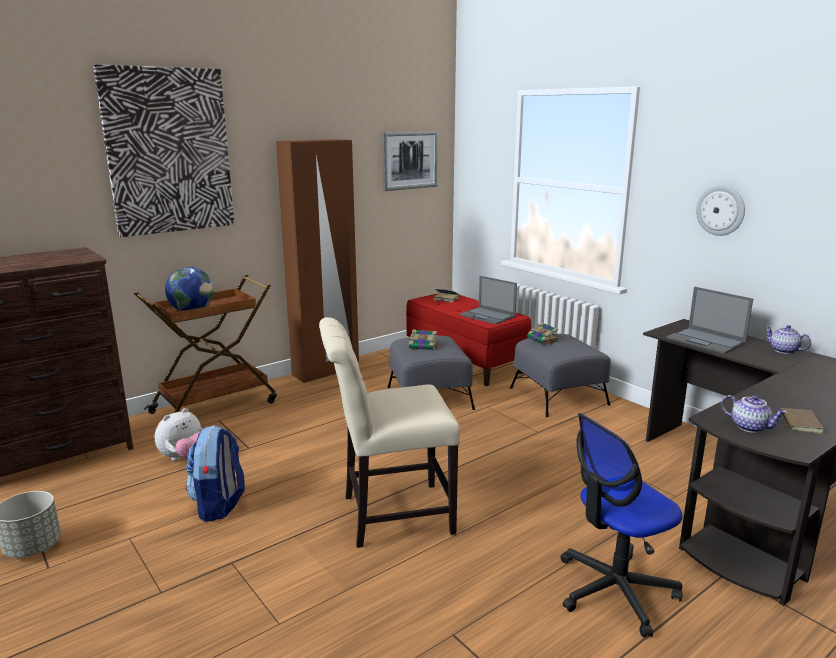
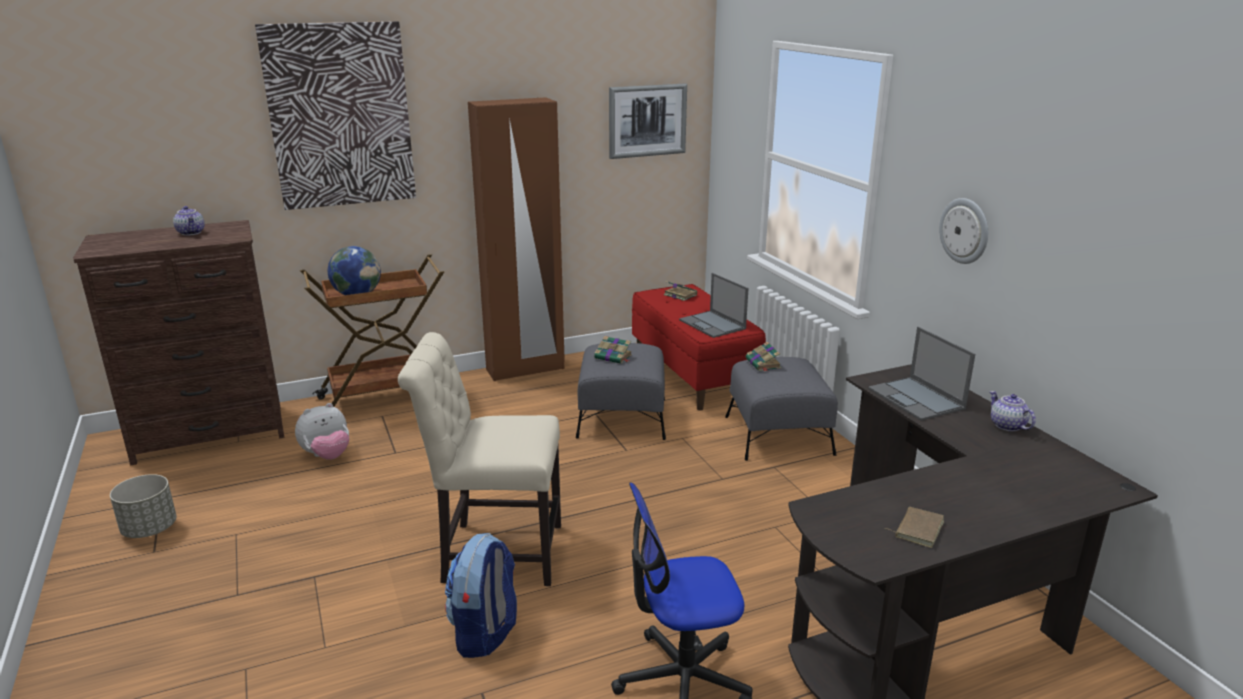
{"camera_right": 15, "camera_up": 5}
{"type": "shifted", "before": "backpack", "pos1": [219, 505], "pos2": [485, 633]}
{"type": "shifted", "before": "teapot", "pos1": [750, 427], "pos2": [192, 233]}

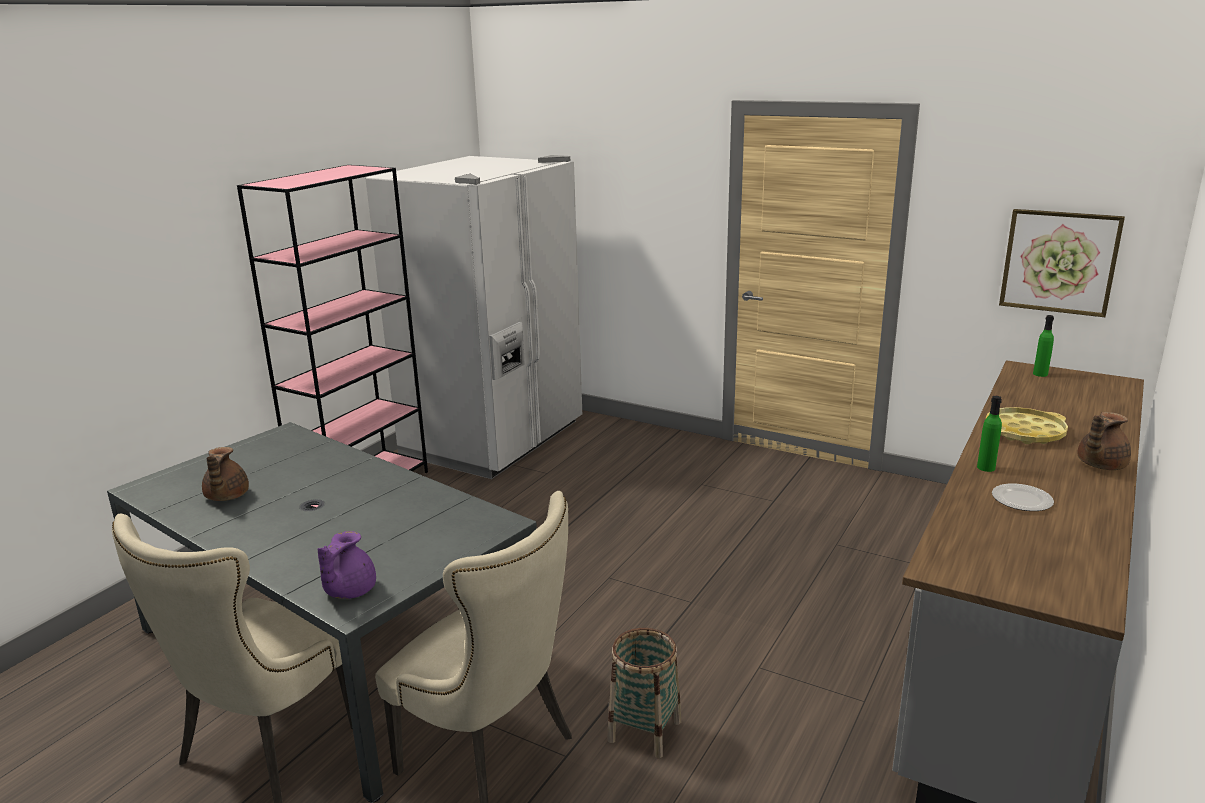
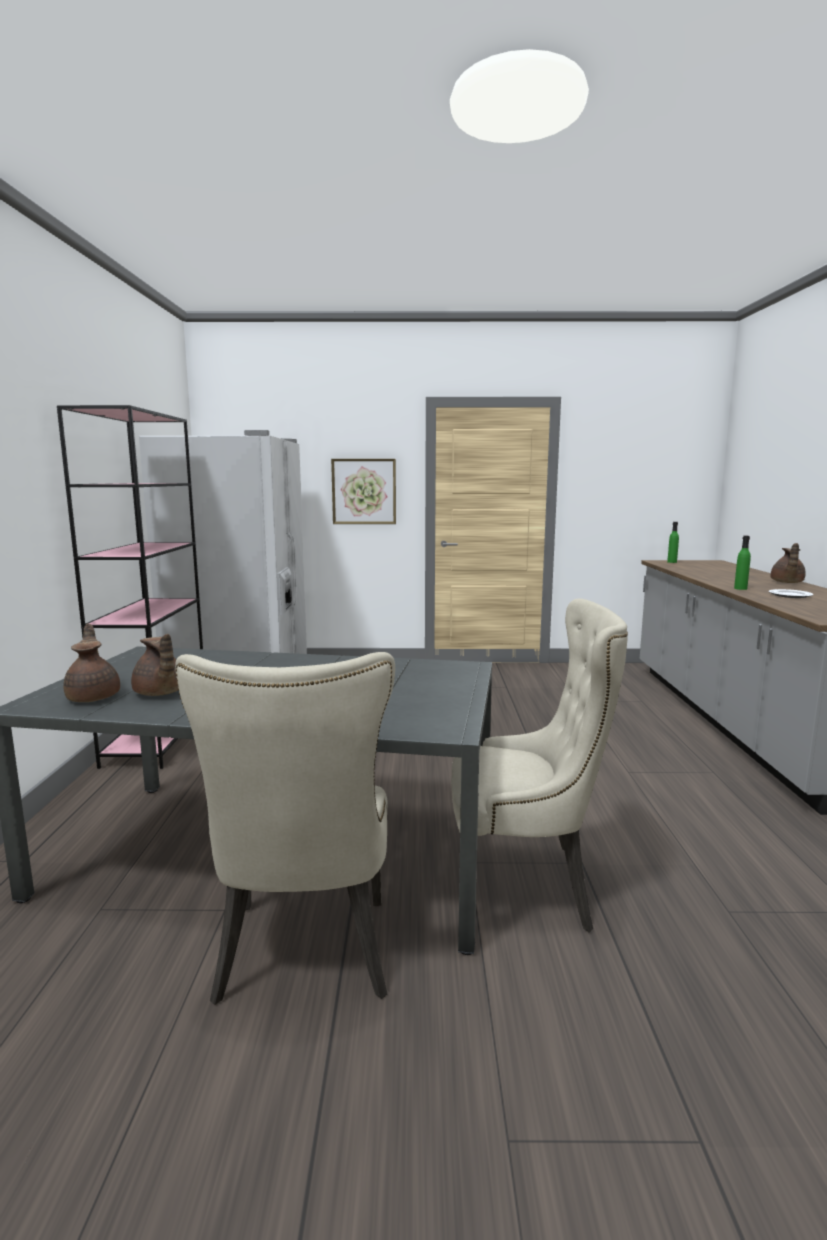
{"camera_right": -30, "camera_up": -10}
{"type": "gone", "before": "purple_teapot", "pos1": [348, 591]}
{"type": "gone", "before": "basket", "pos1": [644, 731]}
{"type": "gone", "before": "yellow_tray", "pos1": [1024, 432]}
{"type": "new", "after": "brown_teapot", "pos2": [94, 697]}
{"type": "shifted", "before": "picture", "pos1": [1059, 262], "pos2": [364, 491]}

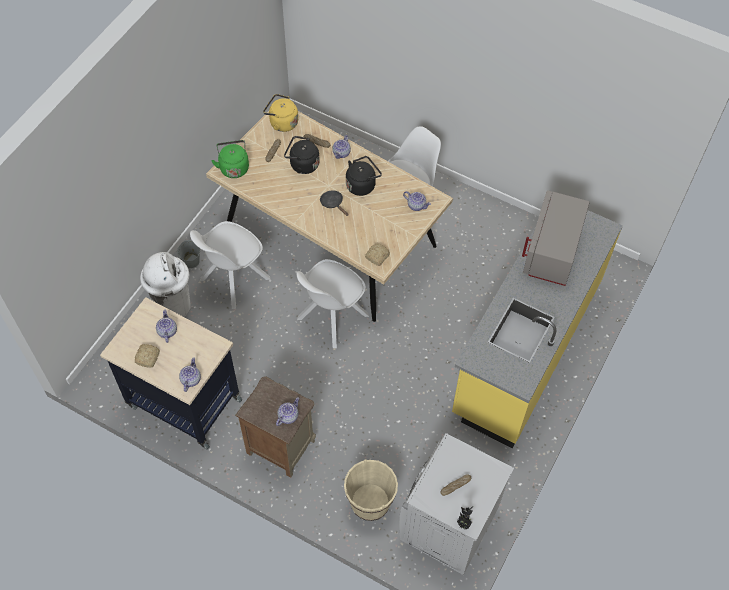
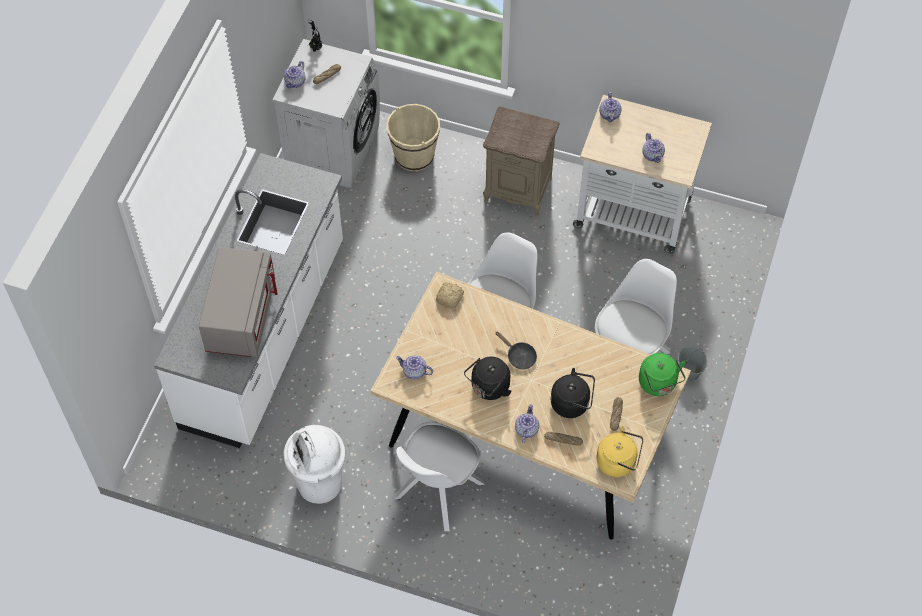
{"camera_right": 170, "camera_up": 0}
{"type": "gone", "before": "bread", "pos1": [148, 357]}
{"type": "shifted", "before": "white_trash_can", "pos1": [173, 306], "pos2": [320, 485]}
{"type": "shifted", "before": "teapot", "pos1": [288, 416], "pos2": [295, 82]}
{"type": "repainted", "before": "blue_cart", "after": "white_cart", "pos1": [184, 403], "pos2": [633, 214]}
{"type": "repainted", "before": "yellow_counter", "after": "white_counter", "pos1": [525, 348], "pos2": [265, 335]}

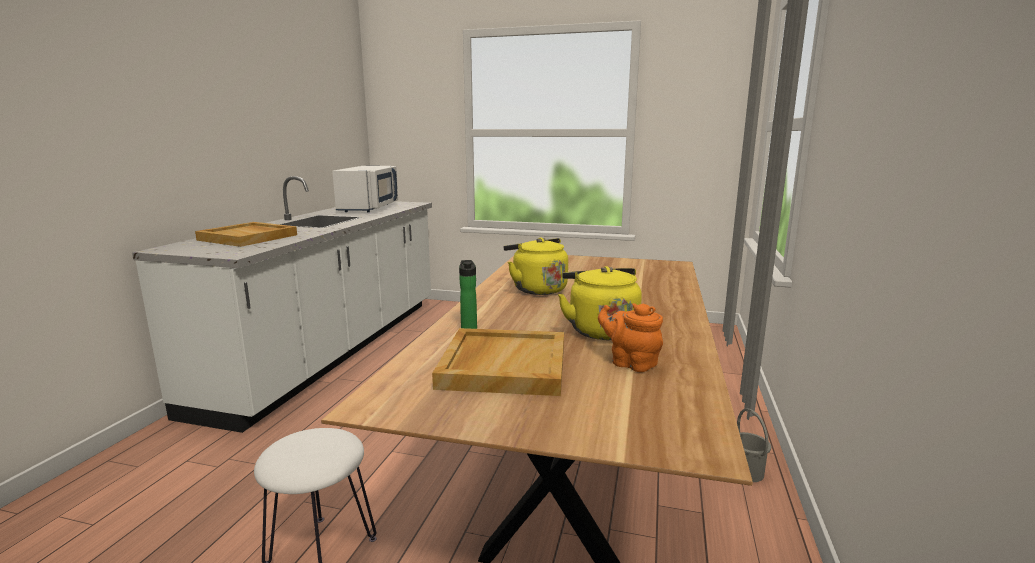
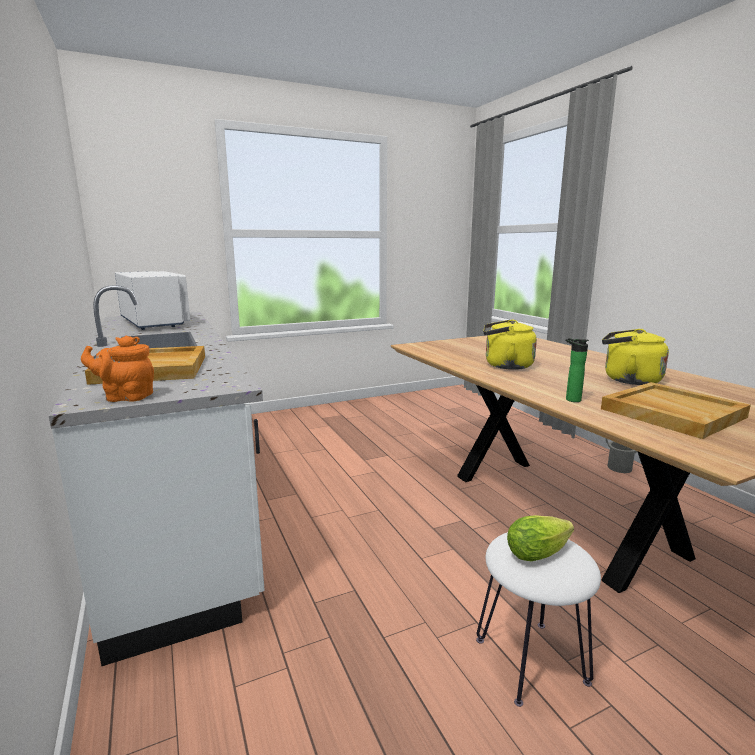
{"camera_right": -40, "camera_up": 0}
{"type": "new", "after": "lettuce", "pos2": [541, 551]}
{"type": "shifted", "before": "orange_teapot", "pos1": [630, 363], "pos2": [126, 397]}

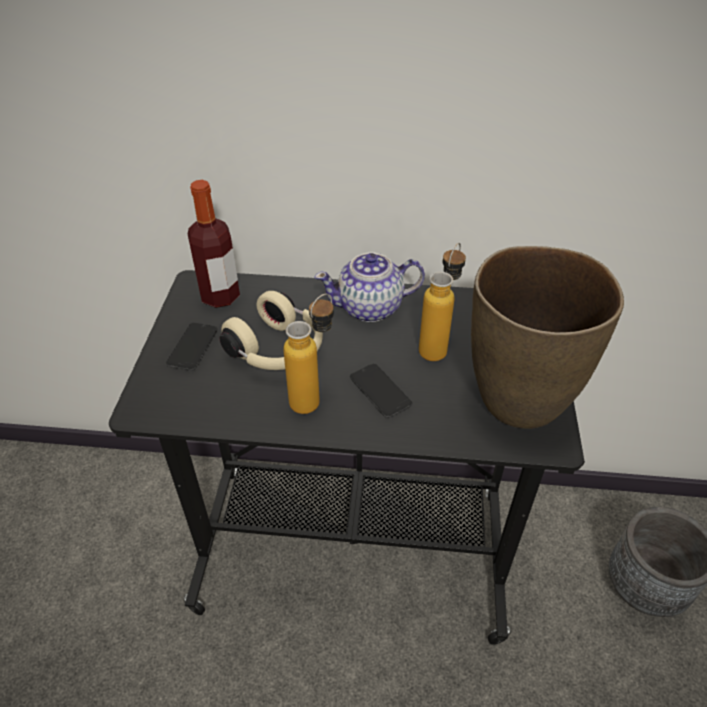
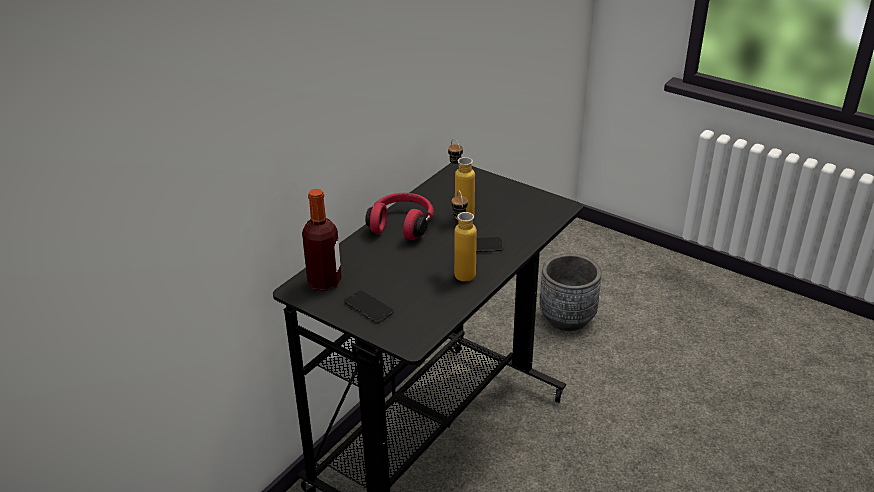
{"camera_right": -60, "camera_up": -10}
{"type": "gone", "before": "beige_headphones", "pos1": [278, 350]}
{"type": "gone", "before": "brown_vase", "pos1": [518, 399]}
{"type": "swapped", "before": "teapot", "after": "red_headphones", "pos1": [371, 308], "pos2": [402, 225]}

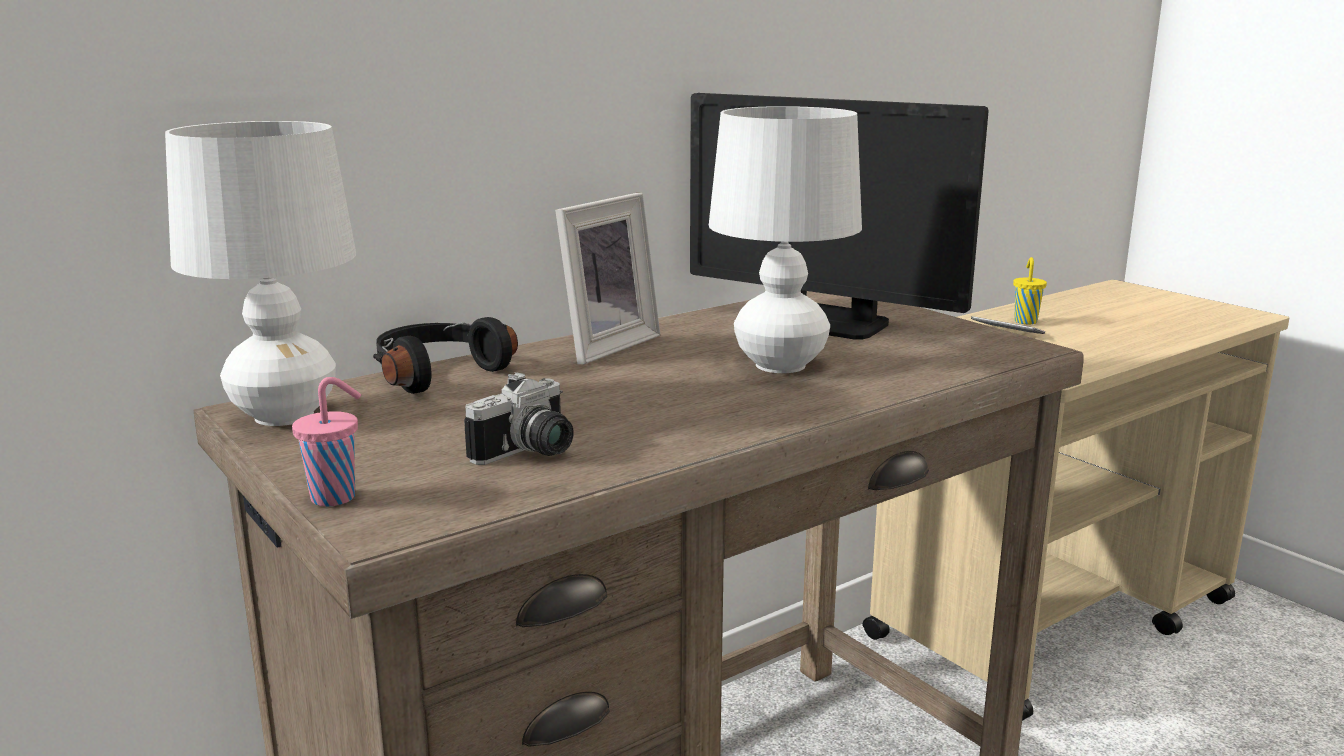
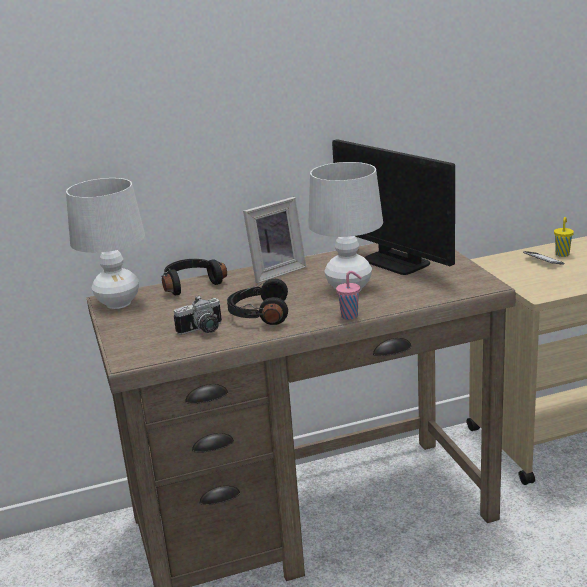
{"camera_right": 20, "camera_up": 5}
{"type": "new", "after": "black_headphones", "pos2": [259, 314]}
{"type": "shifted", "before": "pink_cup", "pos1": [336, 497], "pos2": [350, 316]}

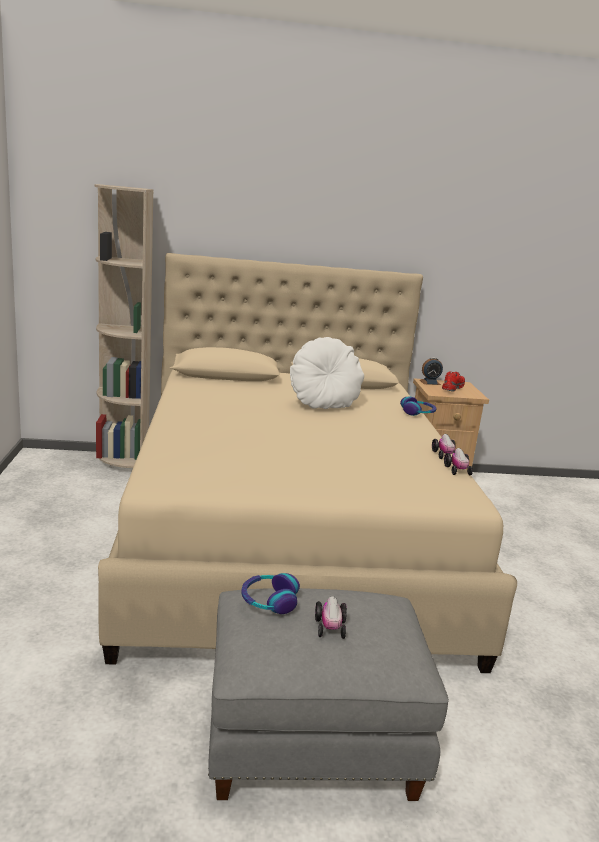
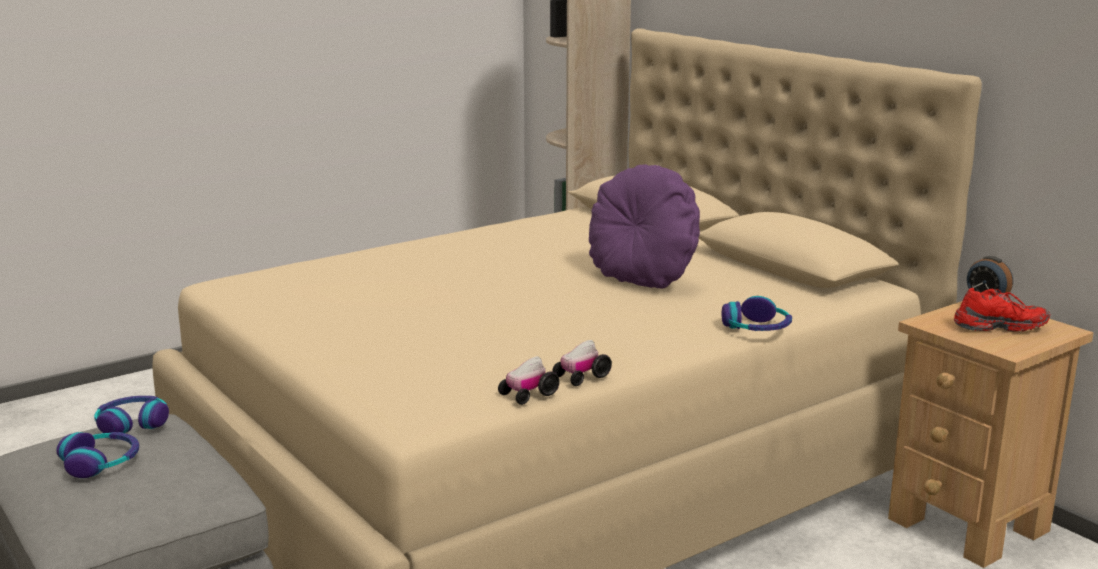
{"camera_right": 60, "camera_up": 0}
{"type": "swapped", "before": "toy_car", "after": "headphones", "pos1": [330, 627], "pos2": [101, 463]}
{"type": "repainted", "before": "white_pillow", "after": "purple_pillow", "pos1": [323, 406], "pos2": [642, 280]}

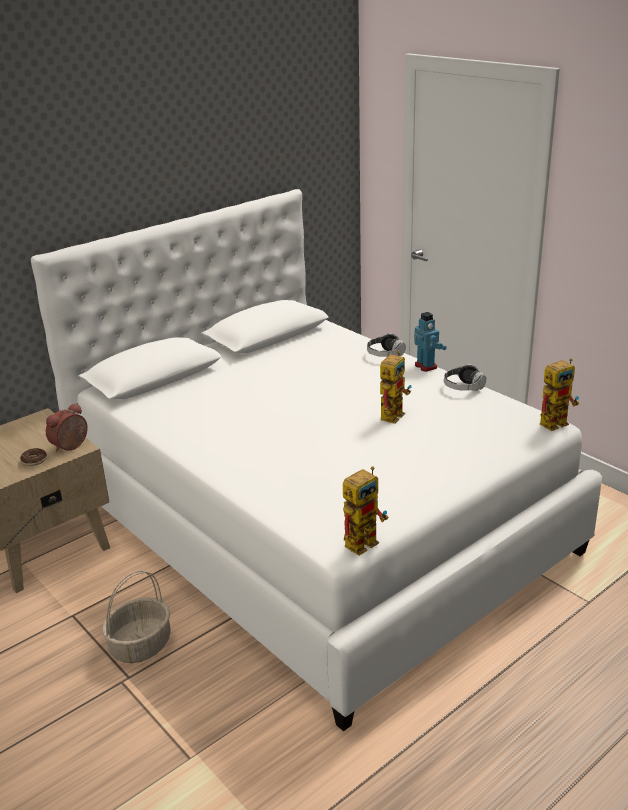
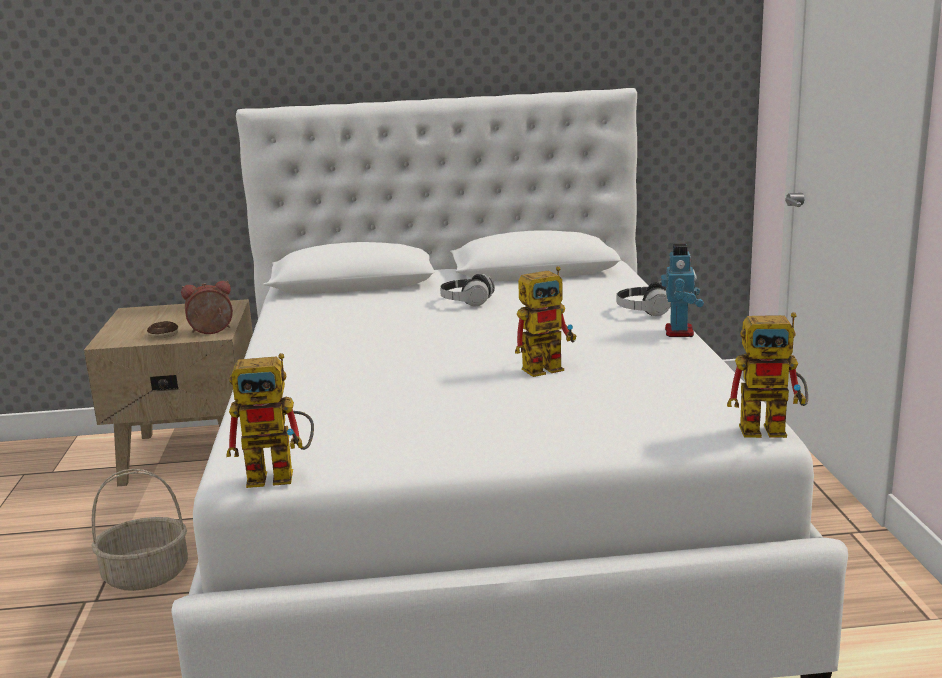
{"camera_right": 35, "camera_up": -10}
{"type": "shifted", "before": "headphones", "pos1": [463, 388], "pos2": [467, 302]}

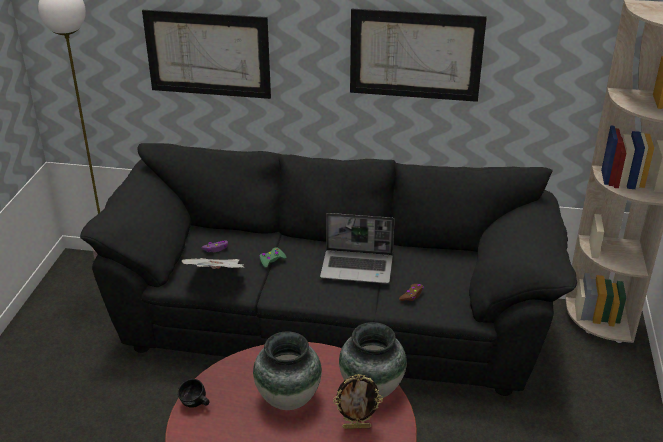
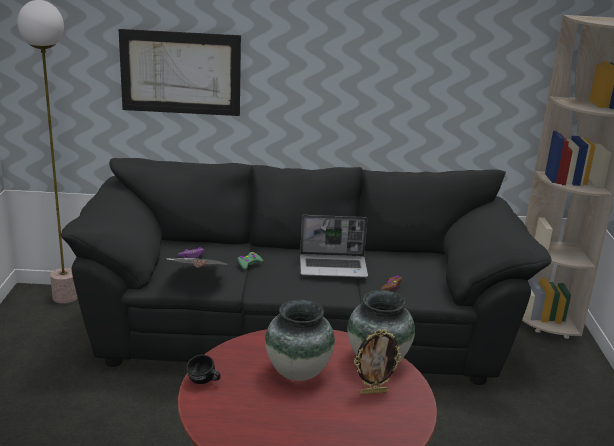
{"camera_right": -10, "camera_up": -10}
{"type": "gone", "before": "picture", "pos1": [415, 55]}

